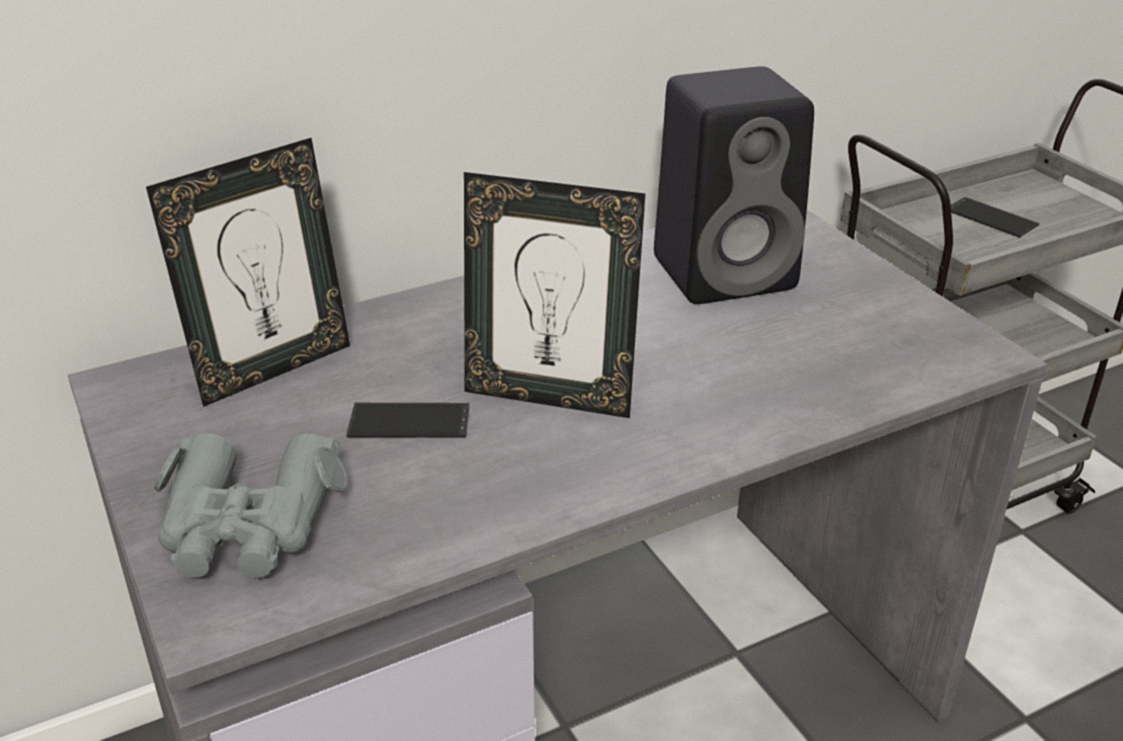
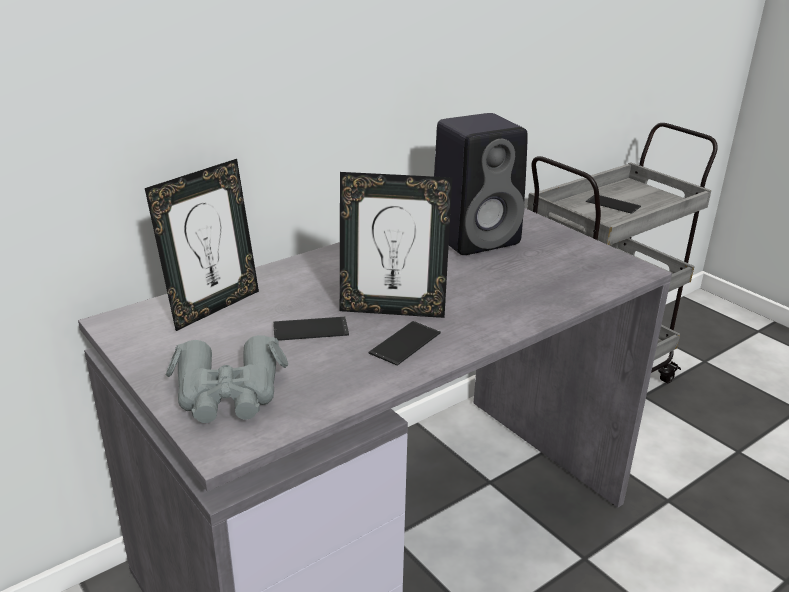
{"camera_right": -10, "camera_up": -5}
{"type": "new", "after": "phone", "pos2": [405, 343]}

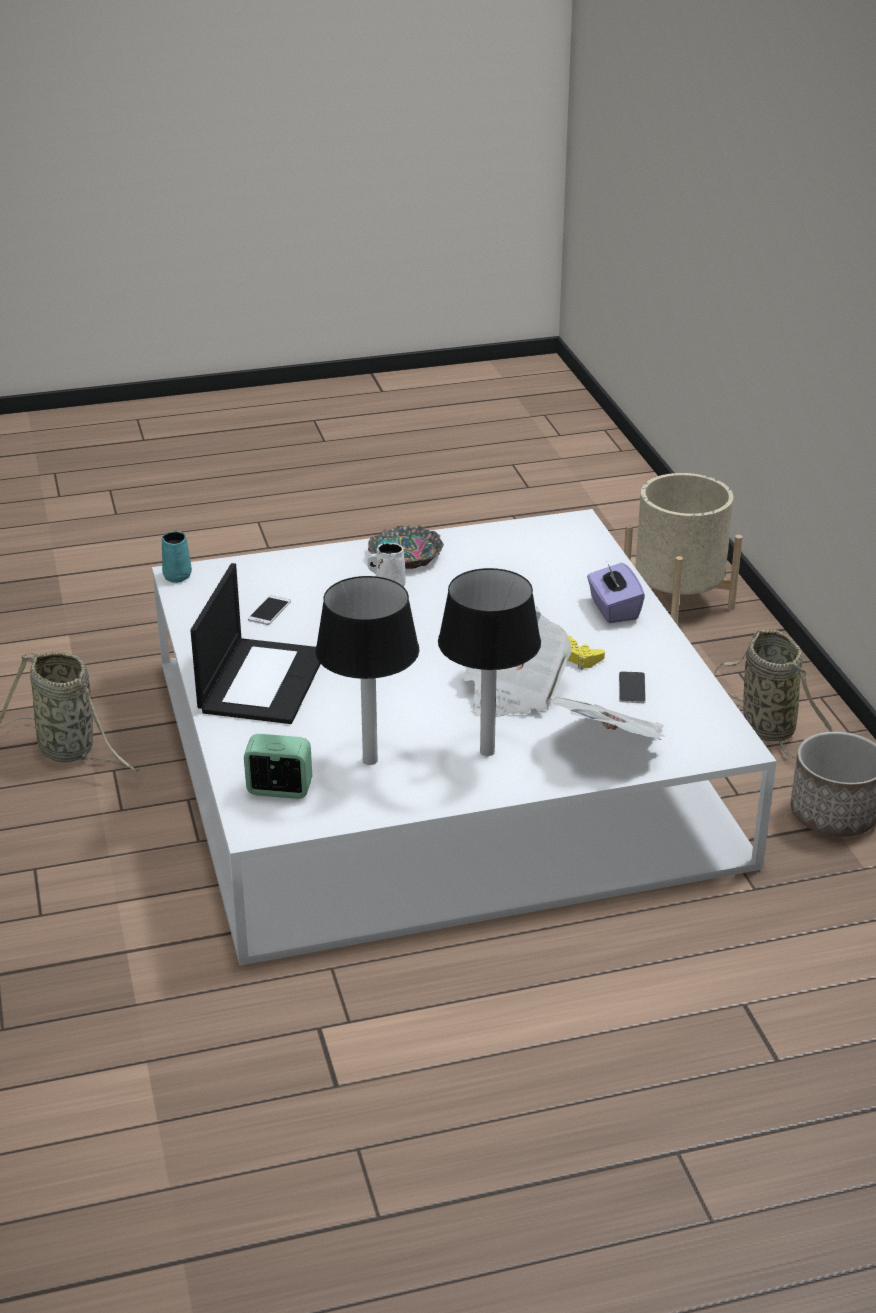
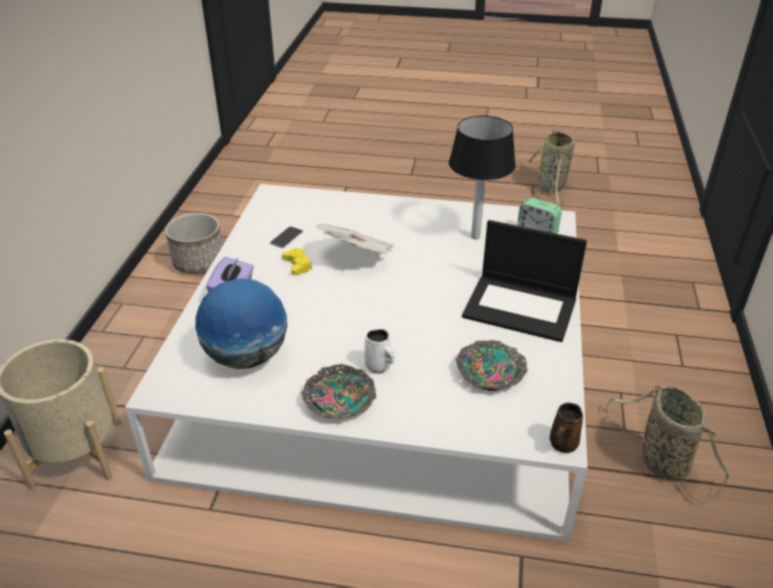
{"camera_right": -155, "camera_up": 5}
{"type": "gone", "before": "table_lamp", "pos1": [486, 752]}
{"type": "gone", "before": "newspaper", "pos1": [612, 744]}
{"type": "new", "after": "globe", "pos2": [247, 356]}
{"type": "shifted", "before": "basket", "pos1": [765, 725], "pos2": [551, 188]}
{"type": "swapped", "before": "phone", "after": "bowl", "pos1": [269, 610], "pos2": [491, 372]}
{"type": "repainted", "before": "turquoise_mug", "after": "brown_mug", "pos1": [178, 575], "pos2": [562, 444]}
{"type": "rotated", "before": "laptop", "pos1": [262, 680], "pos2": [521, 307], "turn": -105}

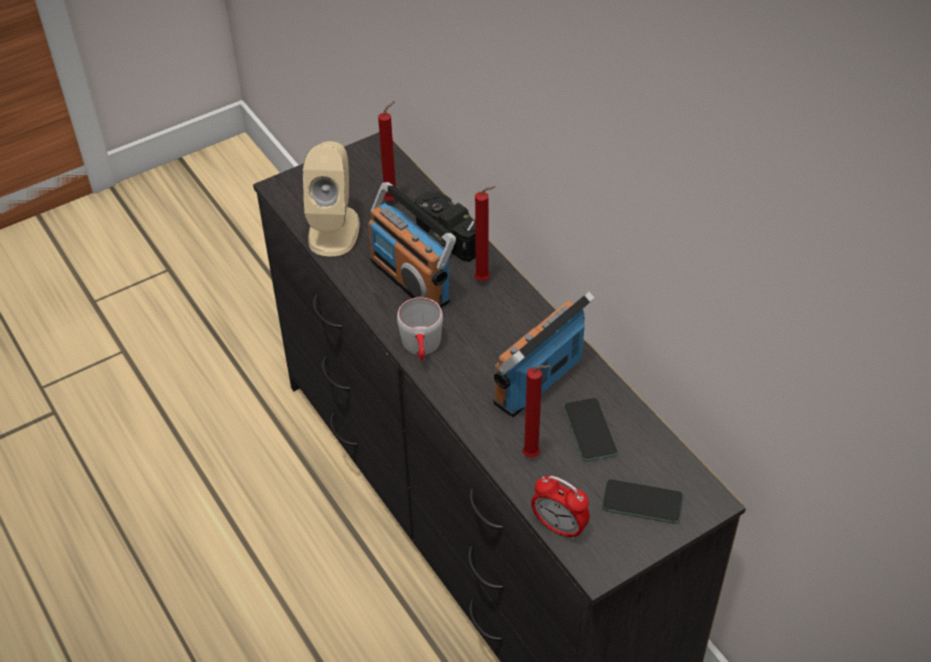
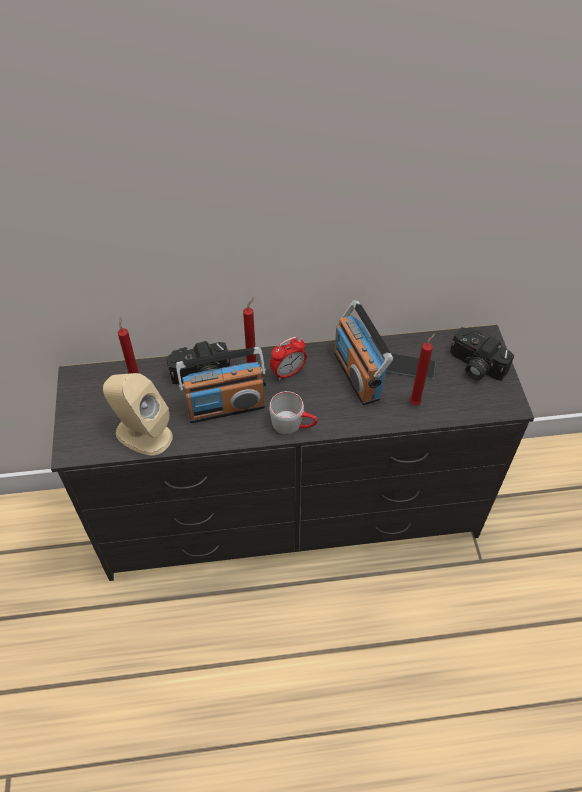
{"camera_right": -65, "camera_up": 5}
{"type": "shifted", "before": "alarm_clock", "pos1": [559, 527], "pos2": [288, 372]}
{"type": "swapped", "before": "phone", "after": "photo_camera", "pos1": [642, 502], "pos2": [474, 366]}

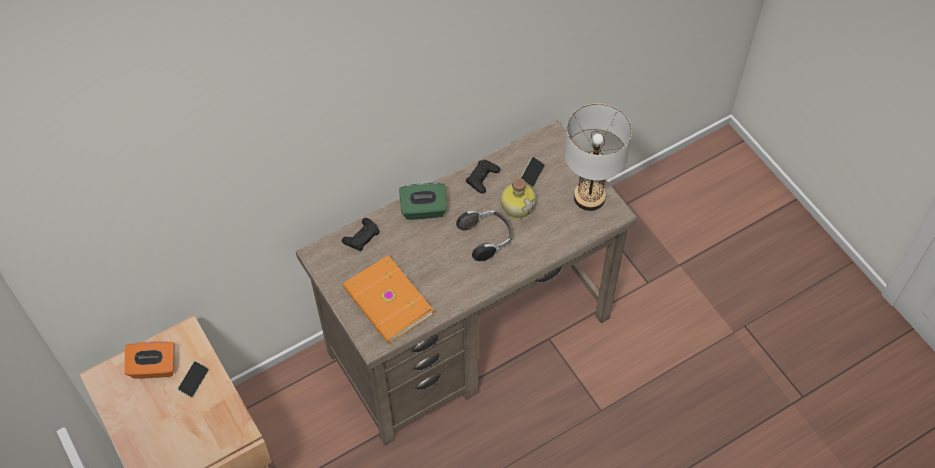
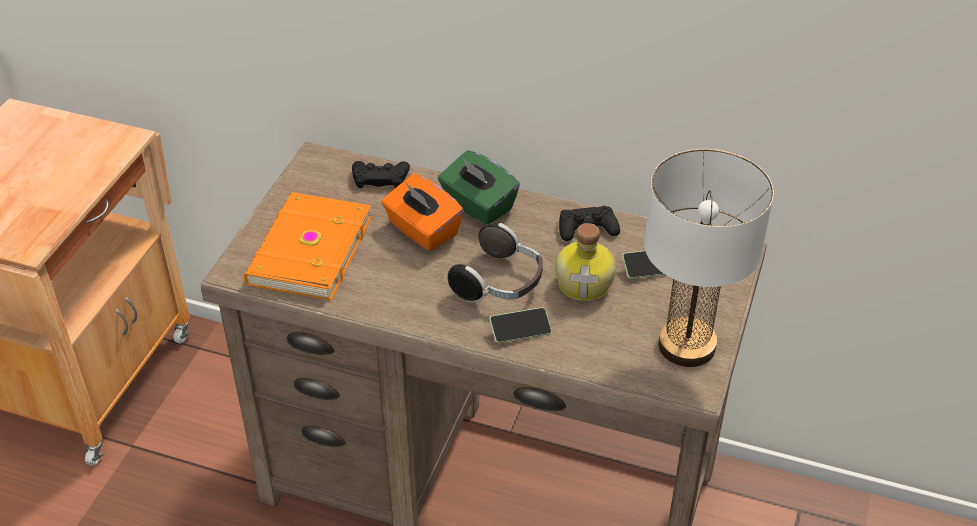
{"camera_right": 50, "camera_up": -15}
{"type": "shifted", "before": "orange_tissue_box", "pos1": [154, 368], "pos2": [422, 230]}
{"type": "shifted", "before": "phone", "pos1": [194, 381], "pos2": [520, 331]}

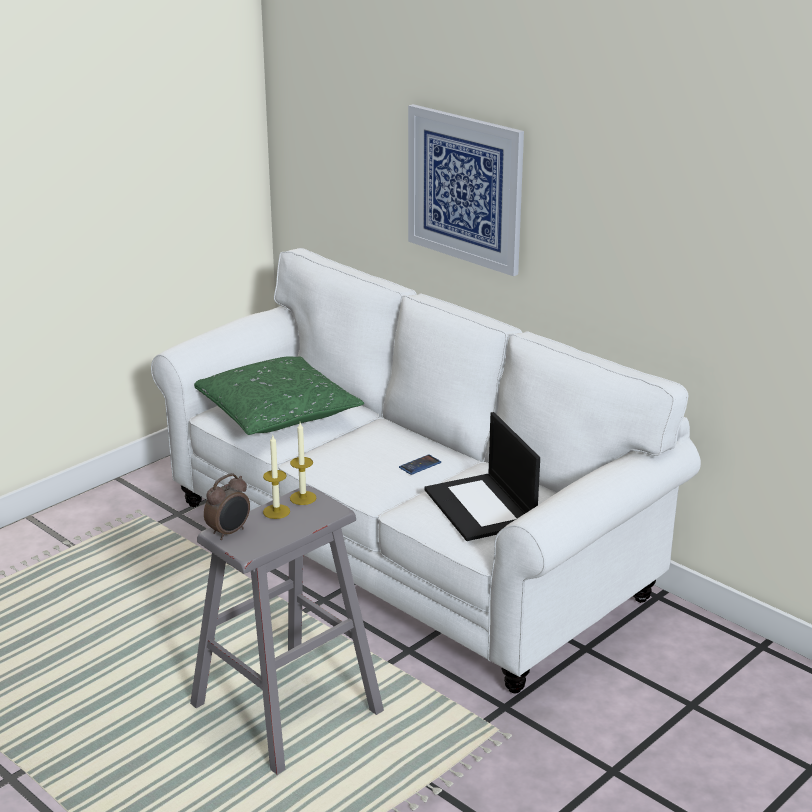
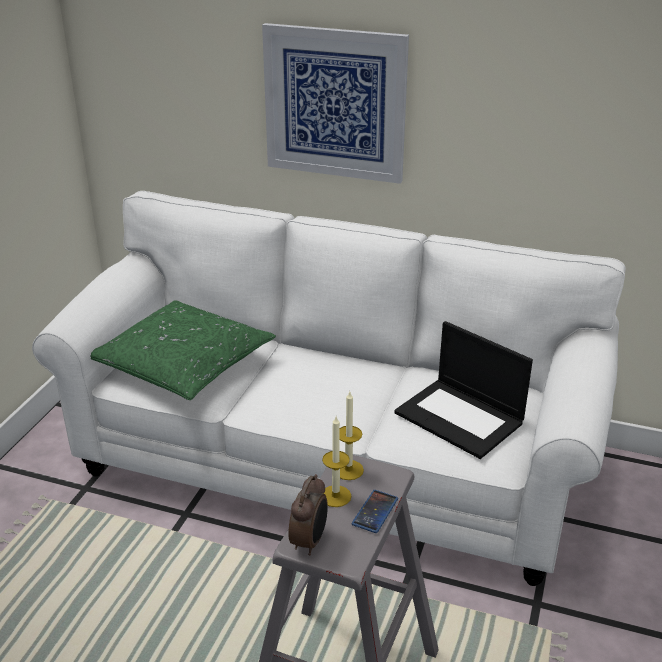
{"camera_right": -25, "camera_up": 5}
{"type": "shifted", "before": "phone", "pos1": [420, 465], "pos2": [375, 512]}

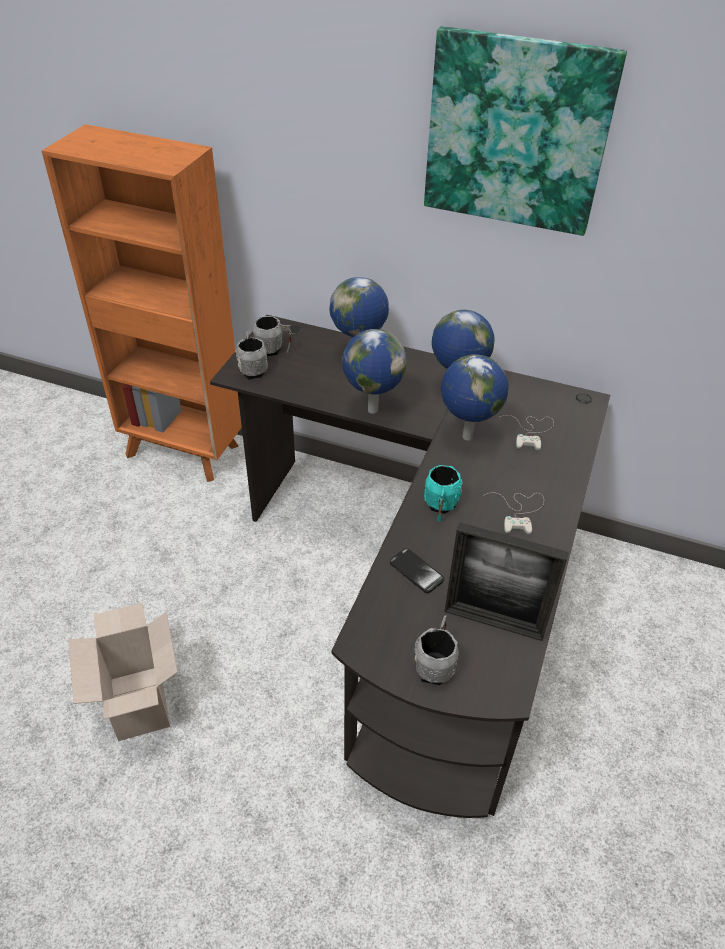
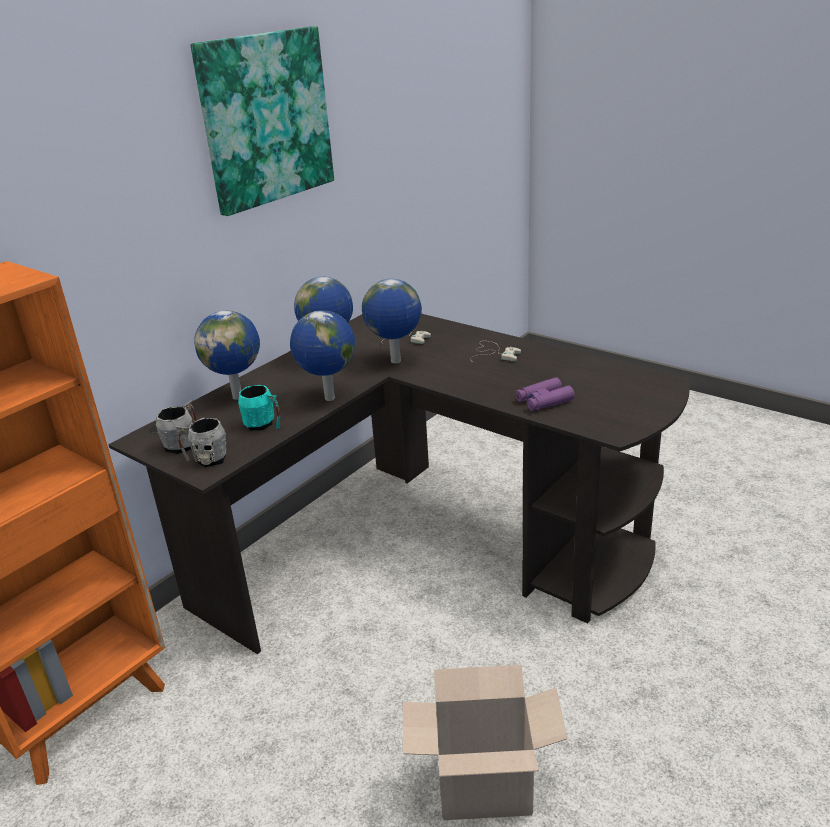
{"camera_right": -70, "camera_up": -15}
{"type": "gone", "before": "grey_mug", "pos1": [435, 664]}
{"type": "gone", "before": "picture_frame", "pos1": [493, 622]}
{"type": "shifted", "before": "turquoise_mug", "pos1": [440, 507], "pos2": [263, 425]}
{"type": "swapped", "before": "phone", "after": "purple_binoculars", "pos1": [416, 571], "pos2": [544, 401]}

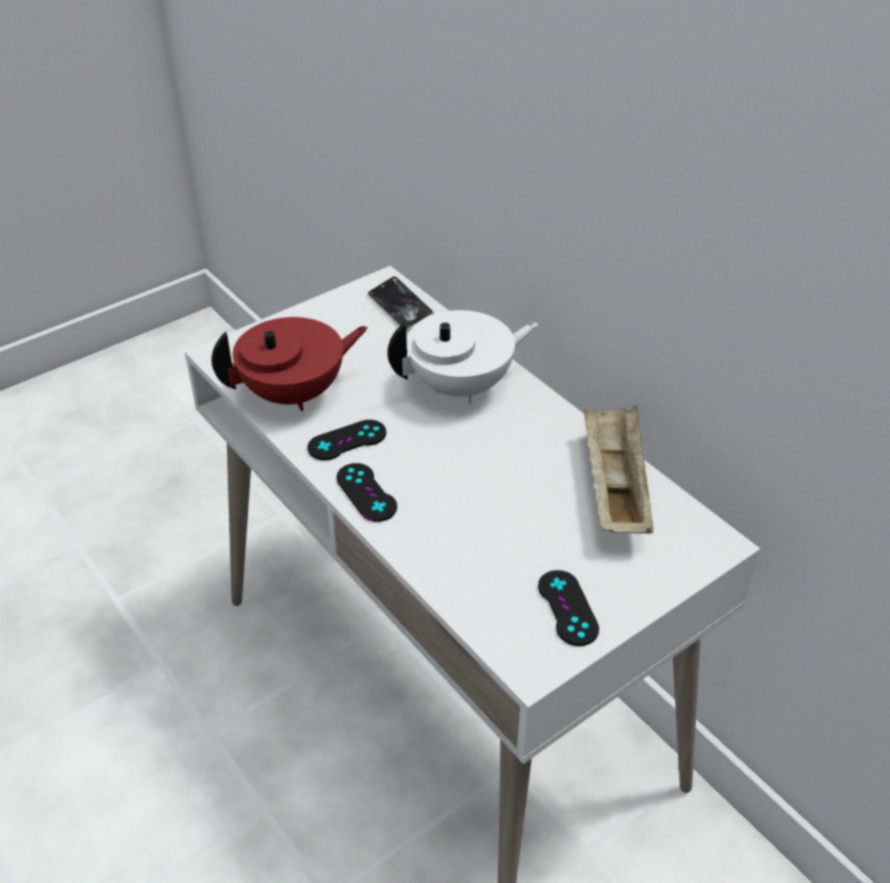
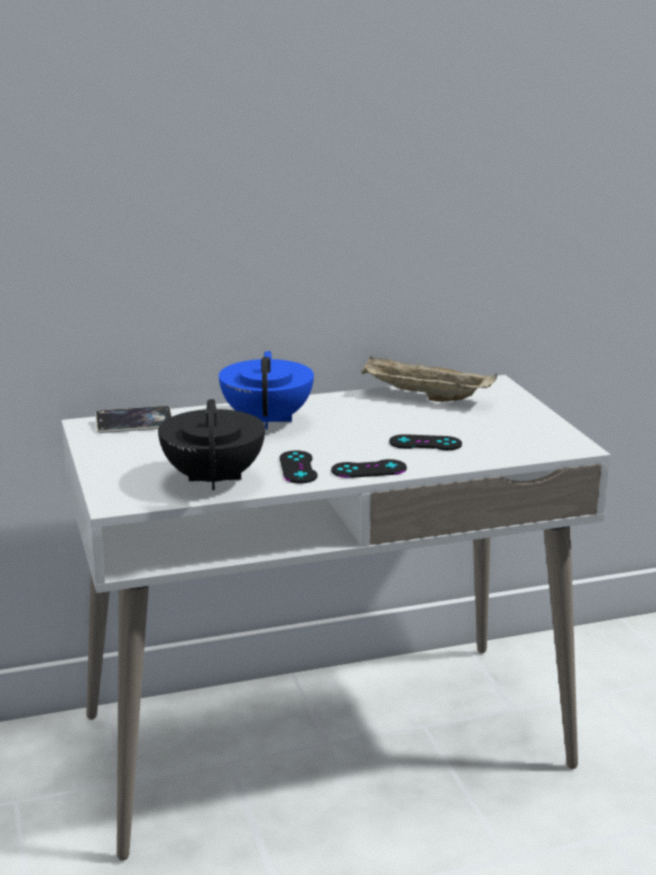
{"camera_right": -70, "camera_up": -20}
{"type": "shifted", "before": "black_game_controller", "pos1": [567, 608], "pos2": [425, 443]}
{"type": "repainted", "before": "red_teapot", "after": "black_teapot", "pos1": [295, 394], "pos2": [214, 478]}
{"type": "repainted", "before": "white_teapot", "after": "blue_teapot", "pos1": [462, 386], "pos2": [268, 420]}

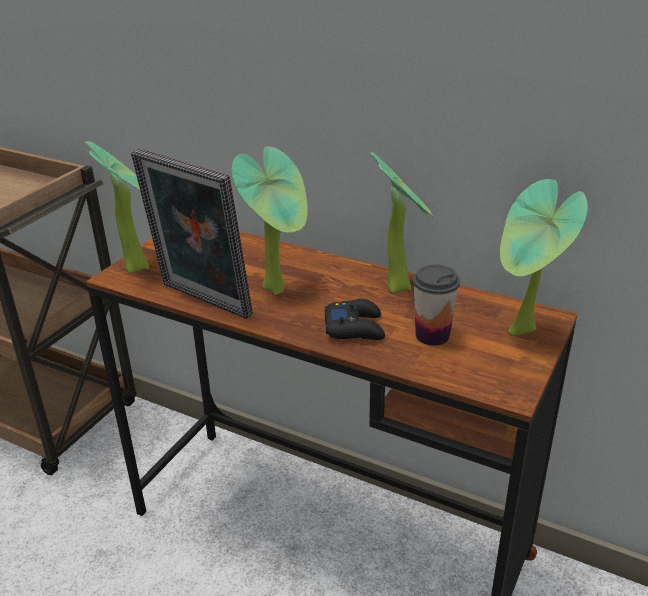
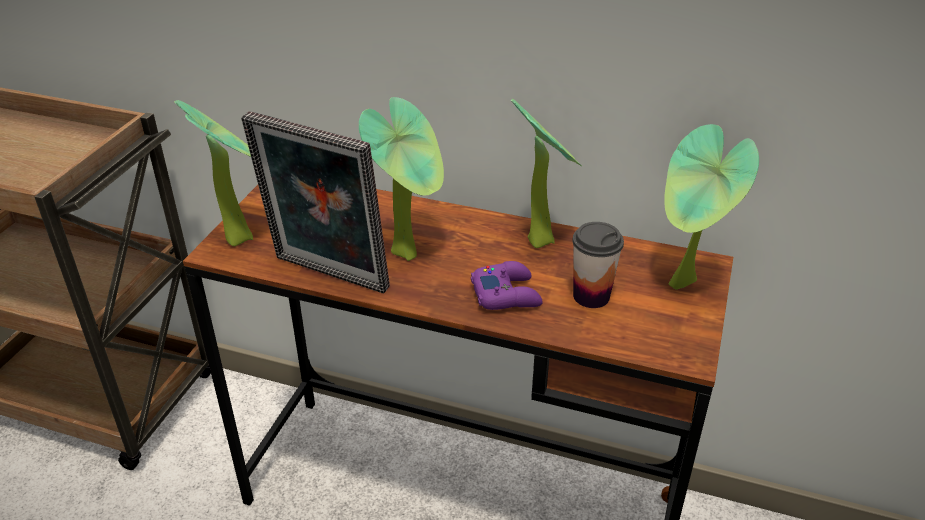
{"camera_right": -10, "camera_up": 5}
{"type": "repainted", "before": "black_game_controller", "after": "purple_game_controller", "pos1": [355, 327], "pos2": [506, 294]}

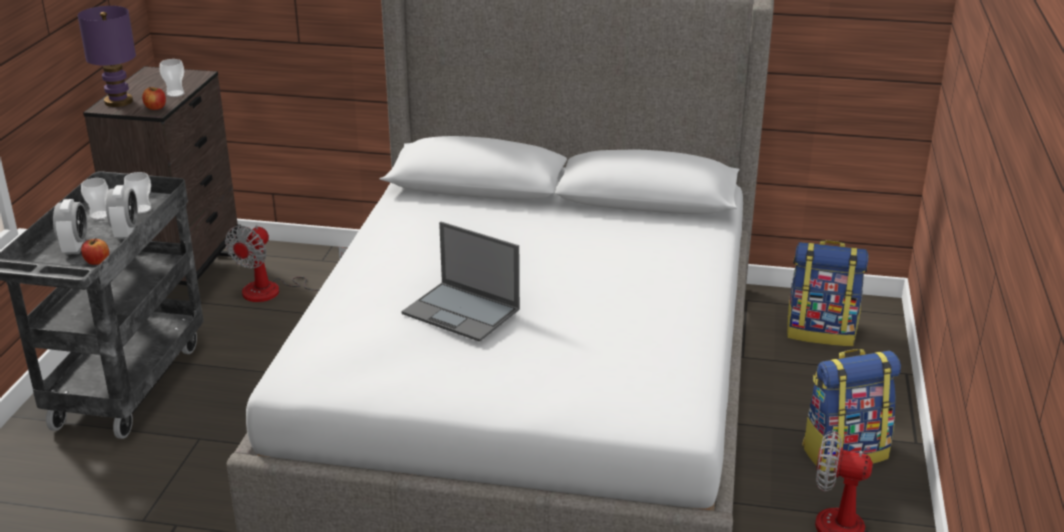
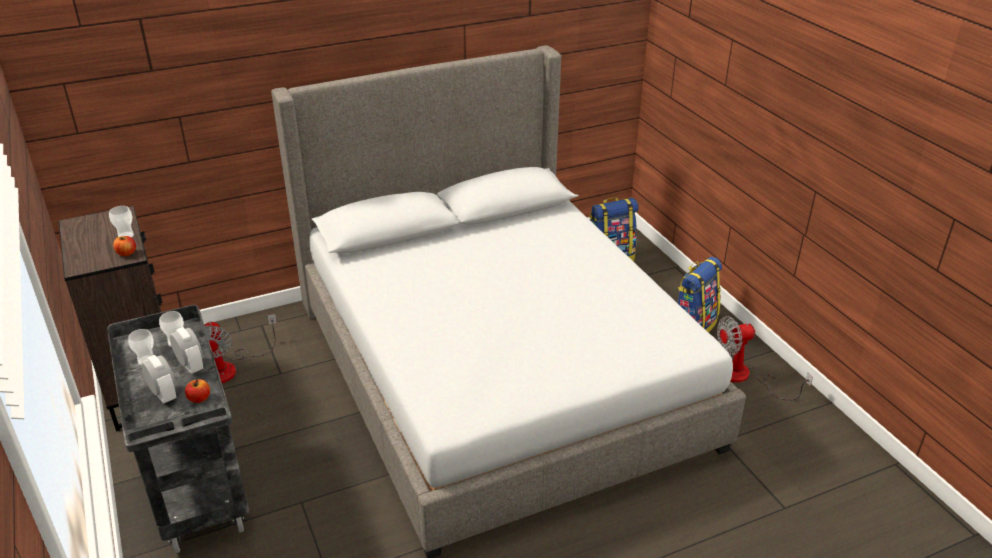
{"camera_right": -35, "camera_up": 5}
{"type": "gone", "before": "purple_table_lamp", "pos1": [119, 102]}
{"type": "gone", "before": "laptop", "pos1": [462, 312]}

